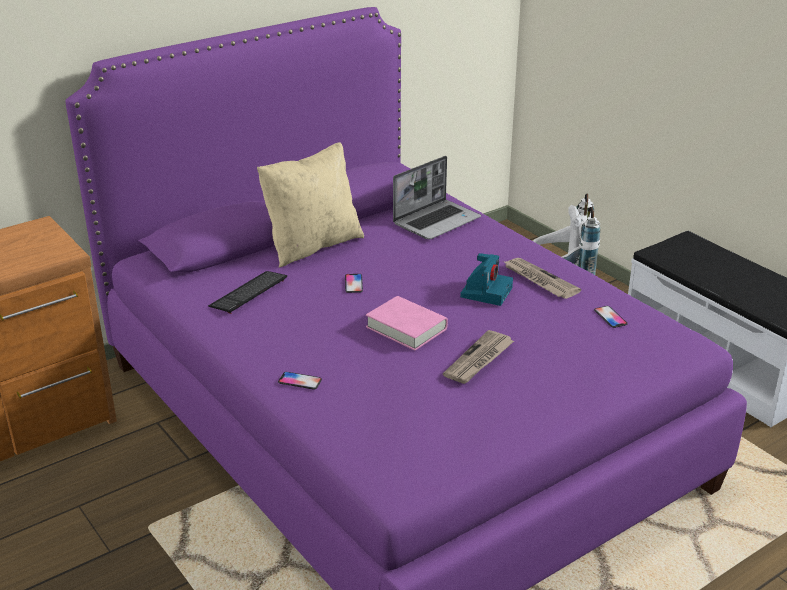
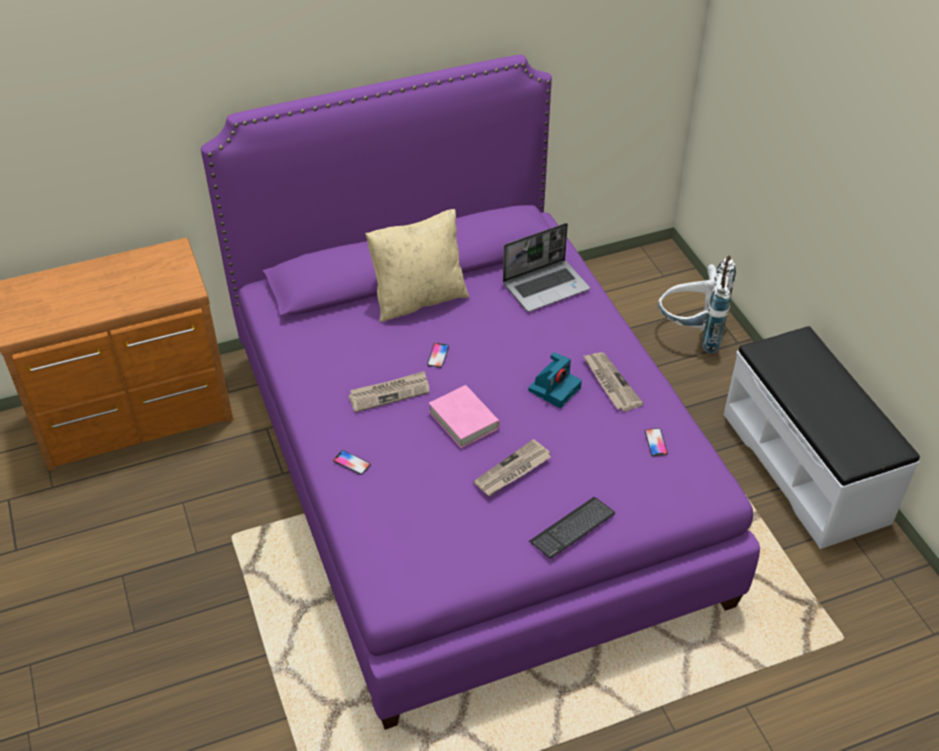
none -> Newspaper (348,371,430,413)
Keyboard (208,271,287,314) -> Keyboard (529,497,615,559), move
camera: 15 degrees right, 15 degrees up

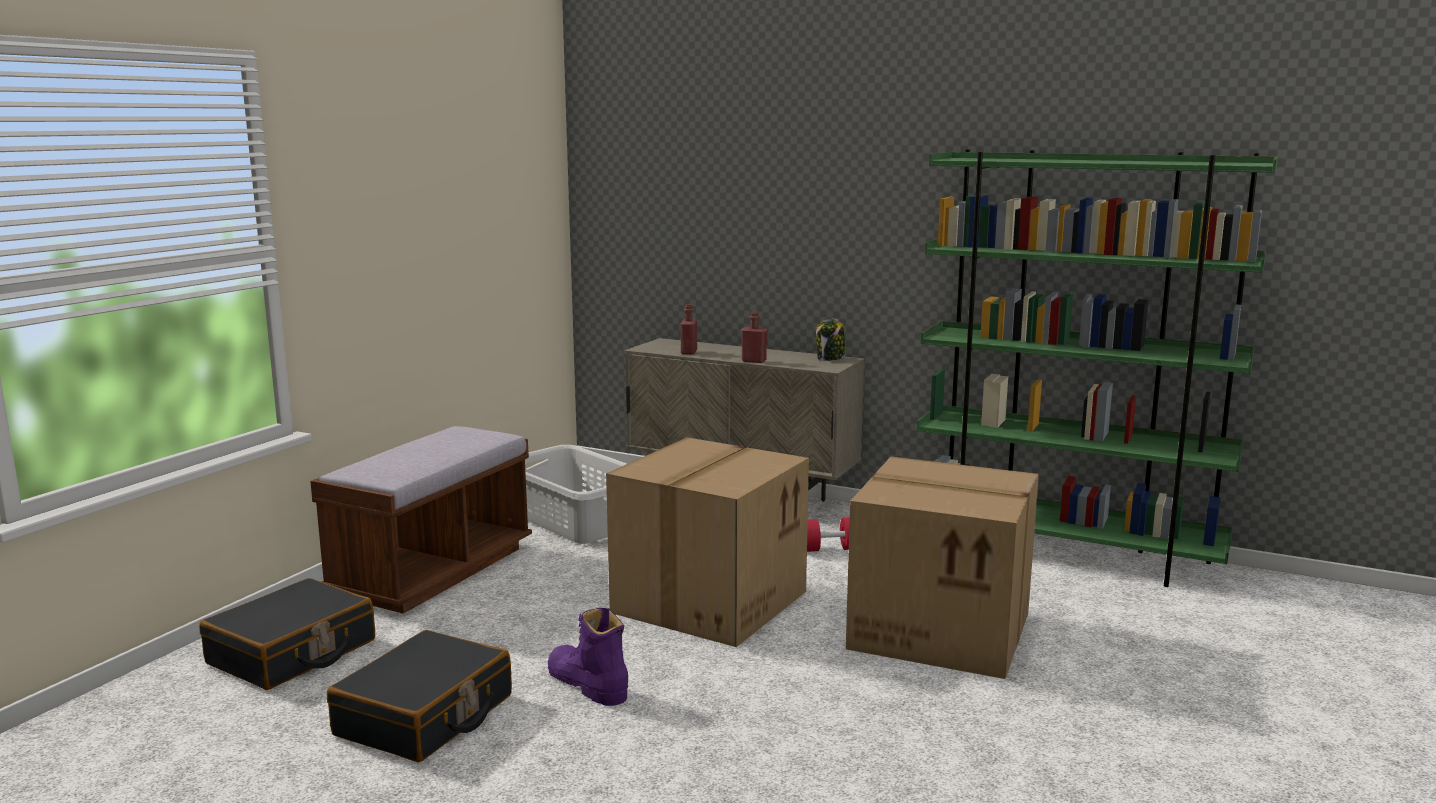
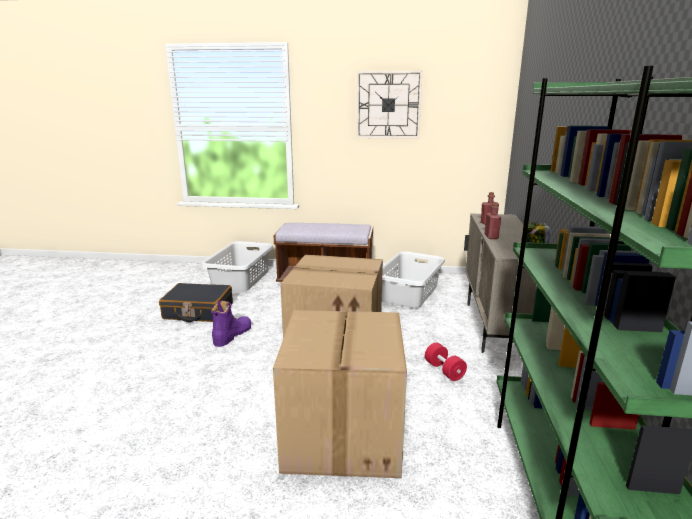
BlackSuitcase (199,578,375,690) -> GreyLaundryBasket (201,241,273,292)
none -> WallClock (356,71,423,139)
camera: 70 degrees right, 5 degrees up

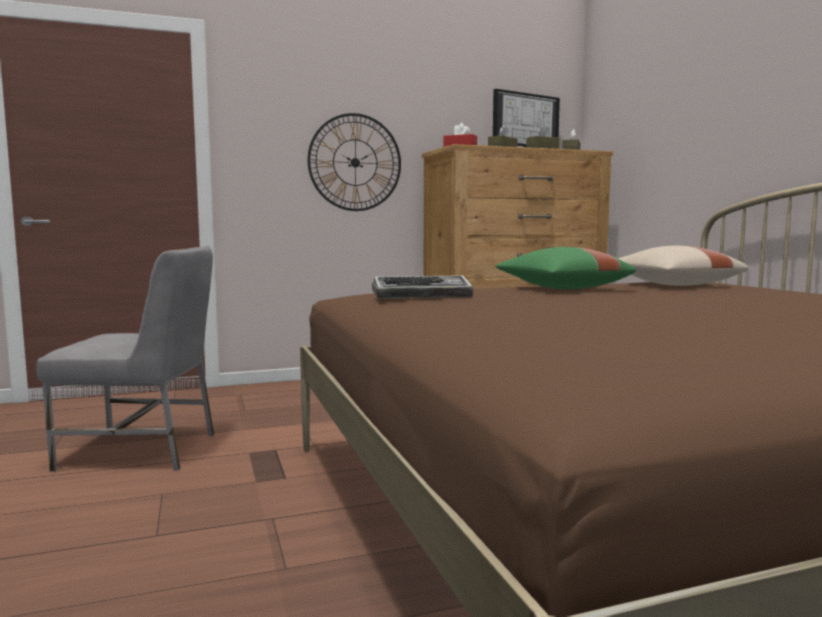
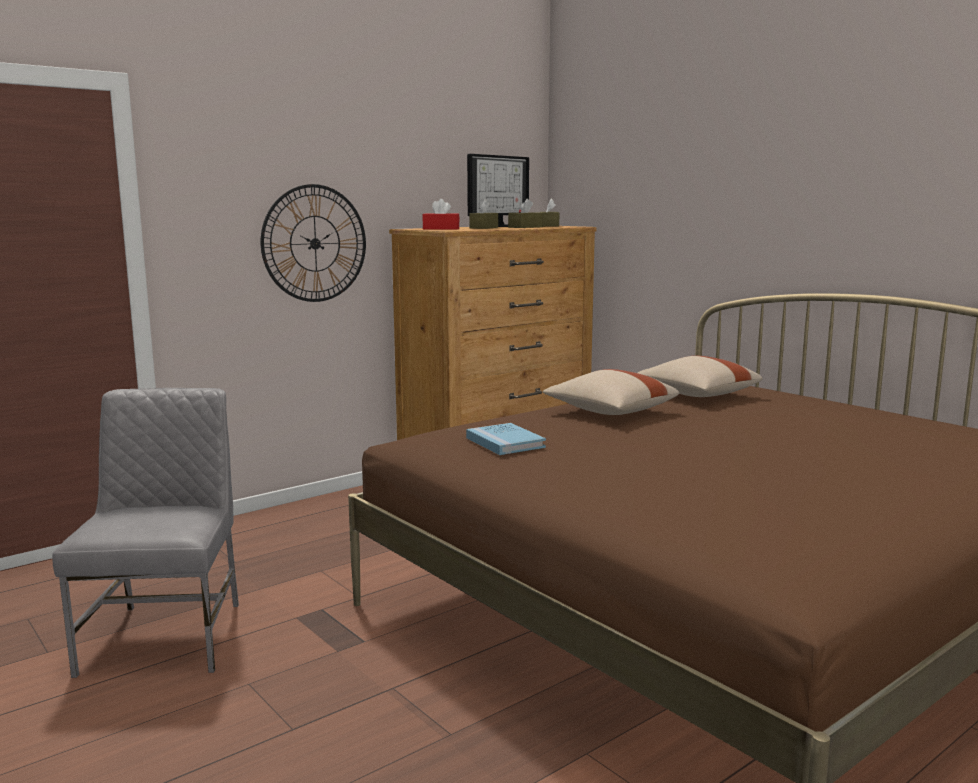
GreyChair (36,245,214,472) -> GreyChair (52,388,239,678), 75 degrees counterclockwise
Keyboard (372,275,473,299) -> BlueBook (466,423,546,455)
GreenPillow (495,247,636,289) -> BeigePillow (543,369,679,415)
camera: 20 degrees left, 5 degrees up

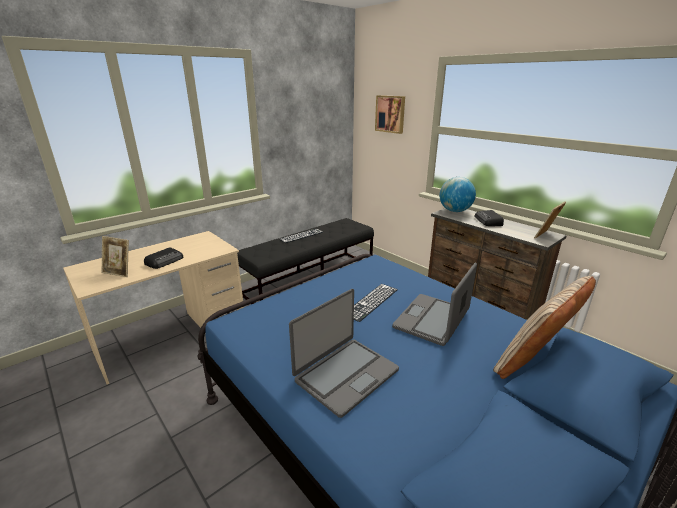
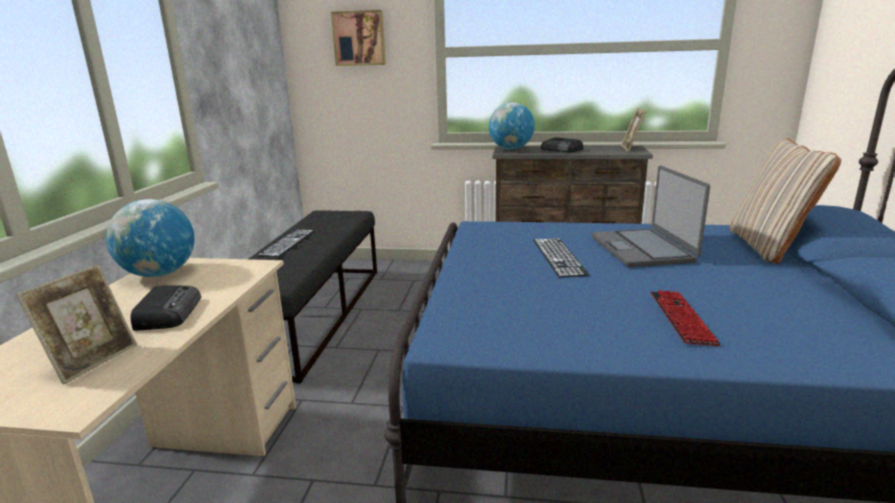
PictureFrame (101,236,129,277) -> PictureFrame (16,264,137,384), 45 degrees counterclockwise
none -> Globe (106,199,195,277)
Laptop (289,289,399,418) -> Keyboard (650,290,721,346)
camera: 40 degrees left, 5 degrees down

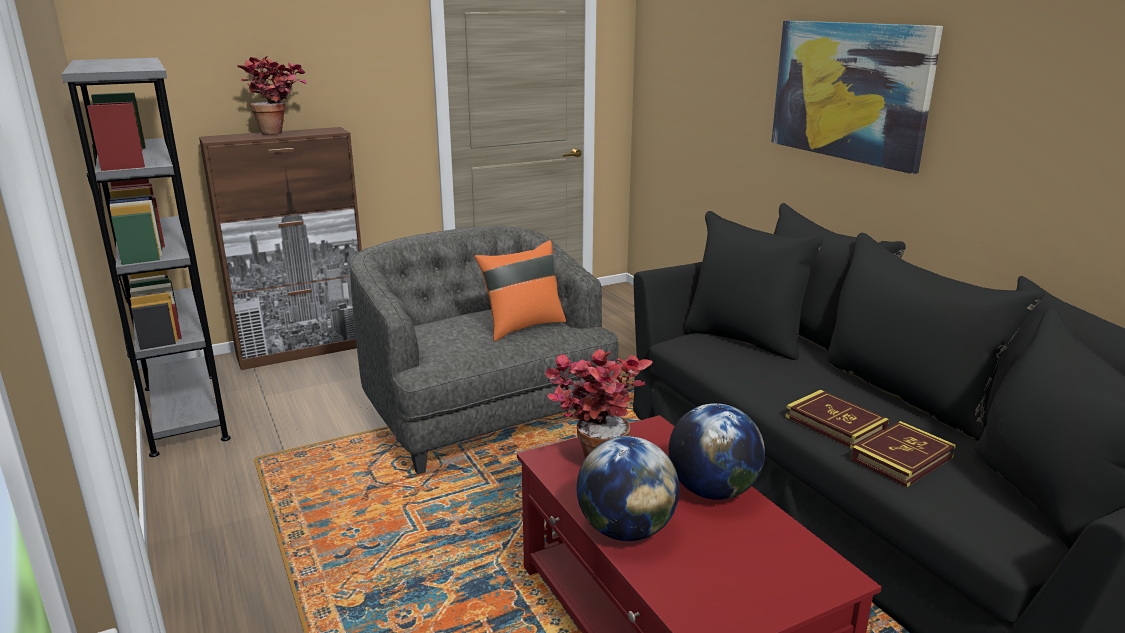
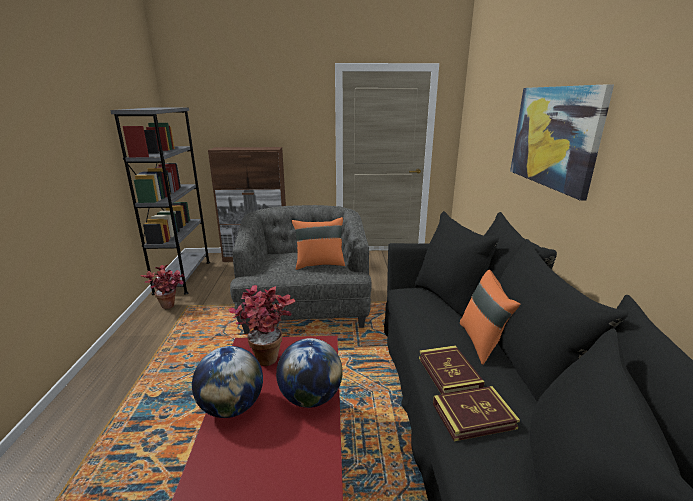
PottedPlant (237,56,307,135) -> PottedPlant (141,265,185,309), move
none -> OrangePillow (460,270,520,365)
camera: 25 degrees right, 0 degrees up

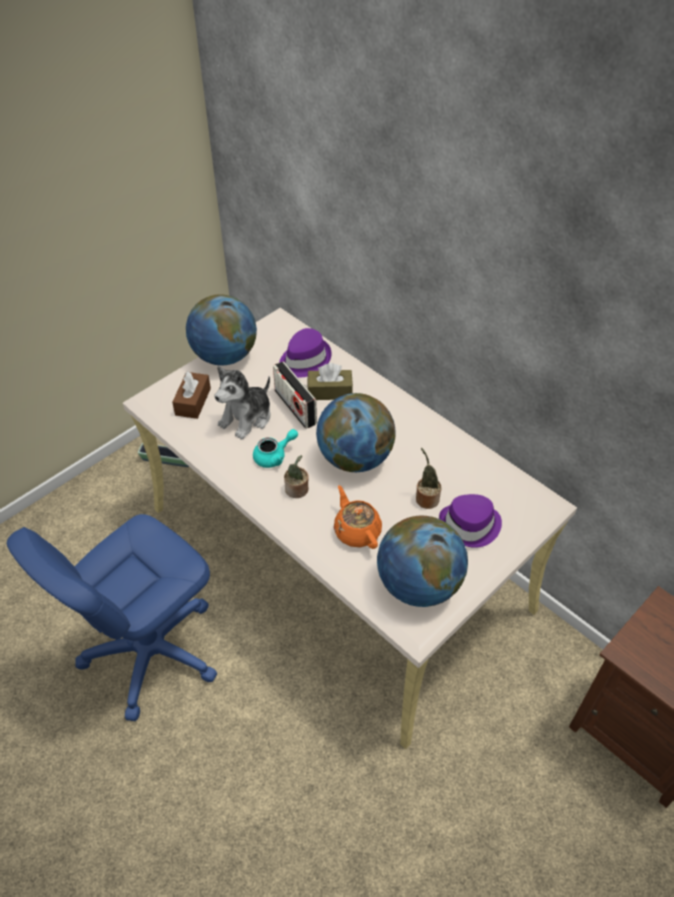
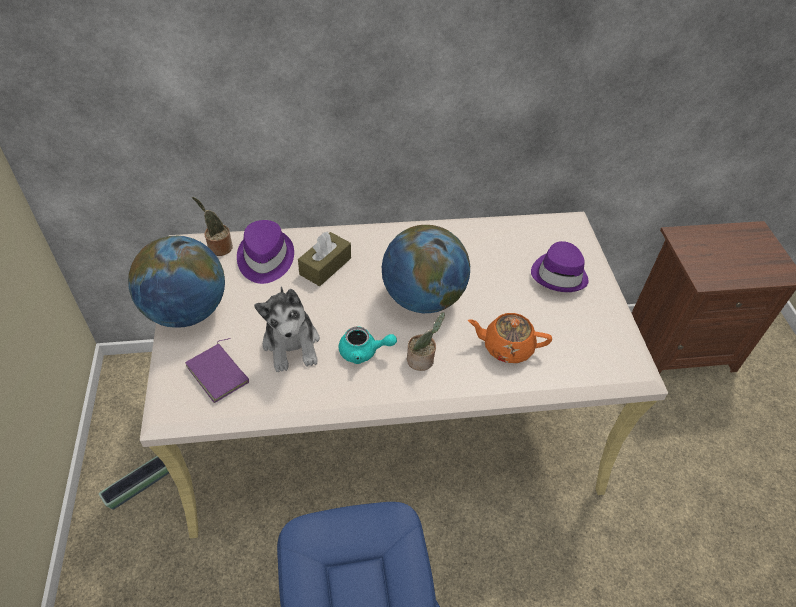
BrownTissueBox (172,371,211,419) -> PurpleBook (185,338,249,403)
PottedPlant (416,448,442,509) -> PottedPlant (192,197,233,256), move
TurquoiseTeapot (253,429,298,468) -> TurquoiseTeapot (339,327,397,364), 90 degrees clockwise
Radio (273,361,317,429) -> none
Globe (377,516,468,607) -> none
camera: 55 degrees left, 0 degrees up

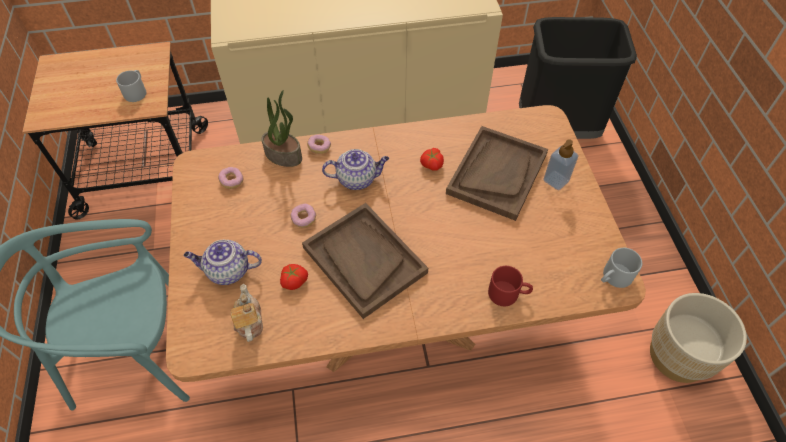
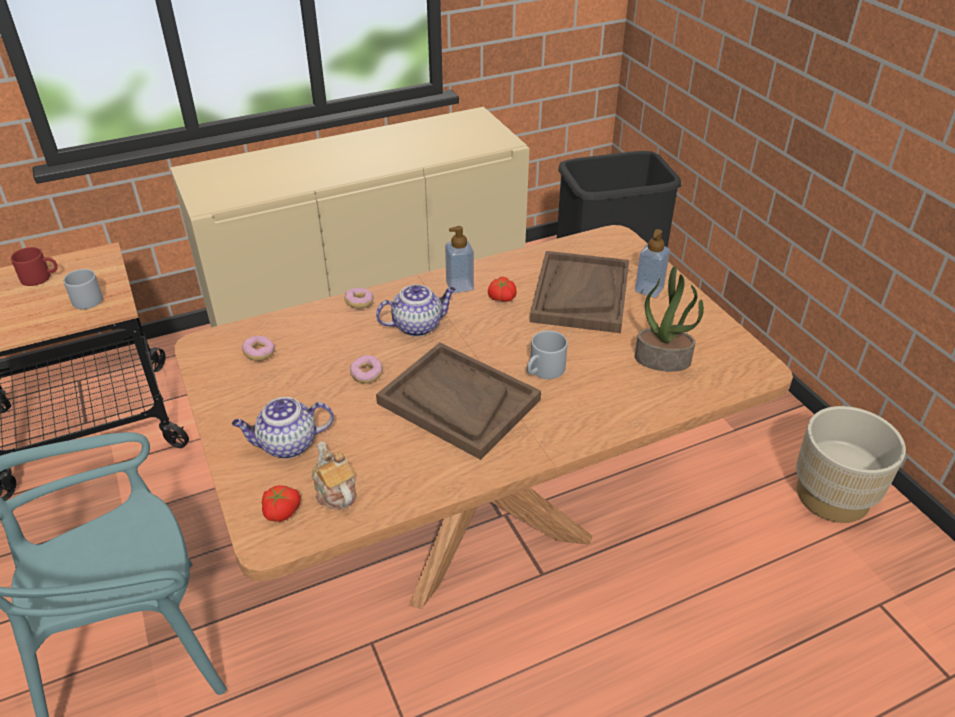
RedMug (488,266,533,306) -> RedMug (11,247,58,286), move
Tomato (280,264,308,290) -> Tomato (262,485,301,522), move
none -> SoapDispenser (445,226,474,293)
GreyMug (601,248,642,288) -> GreyMug (527,331,568,379), move
PottedPlant (261,90,302,167) -> PottedPlant (635,266,704,372), move
camera: 15 degrees left, 15 degrees down

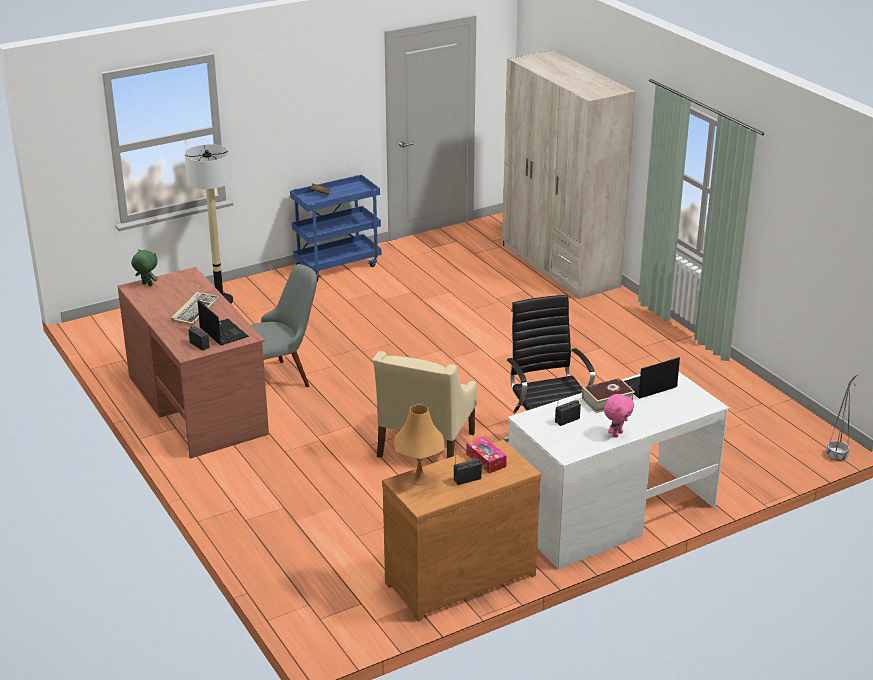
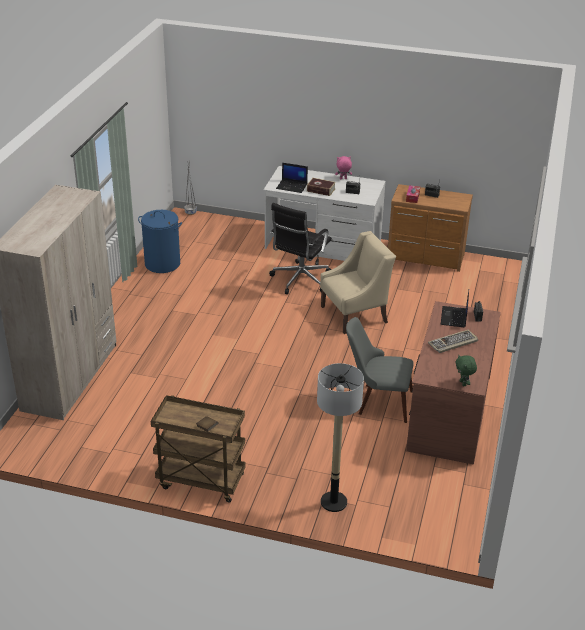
none -> BlueLaundryBasket (138,210,182,273)
BlueCart (290,175,381,281) -> BrownCart (151,395,246,503)
OrangeTableLamp (394,404,444,486) -> none
camera: 135 degrees left, 5 degrees up

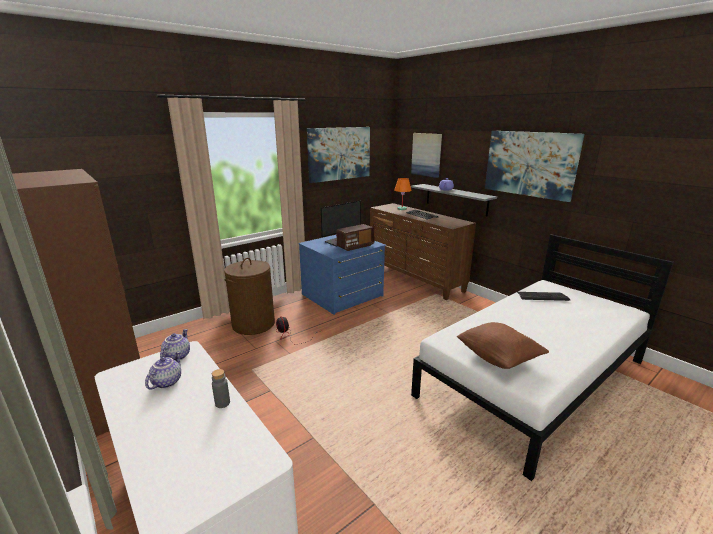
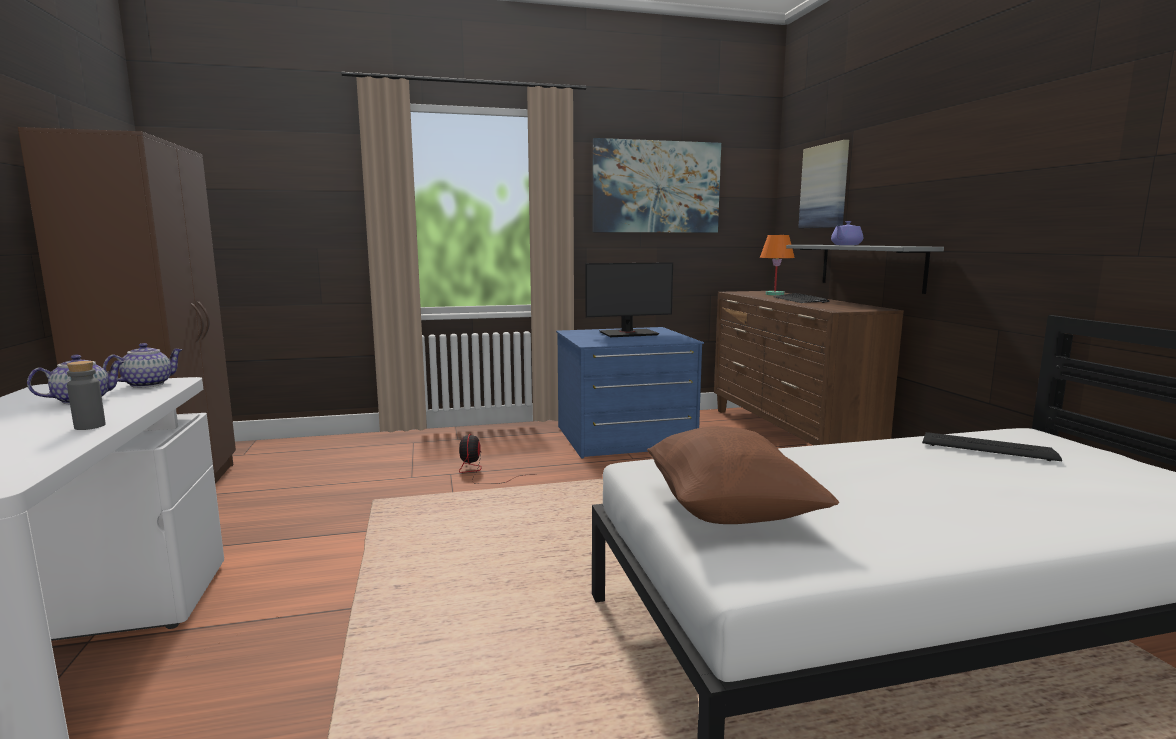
BrownLaundryBasket (224,258,275,335) -> none
Radio (336,224,375,251) -> none
Picture (485,131,584,202) -> none
camera: 25 degrees right, 10 degrees down

